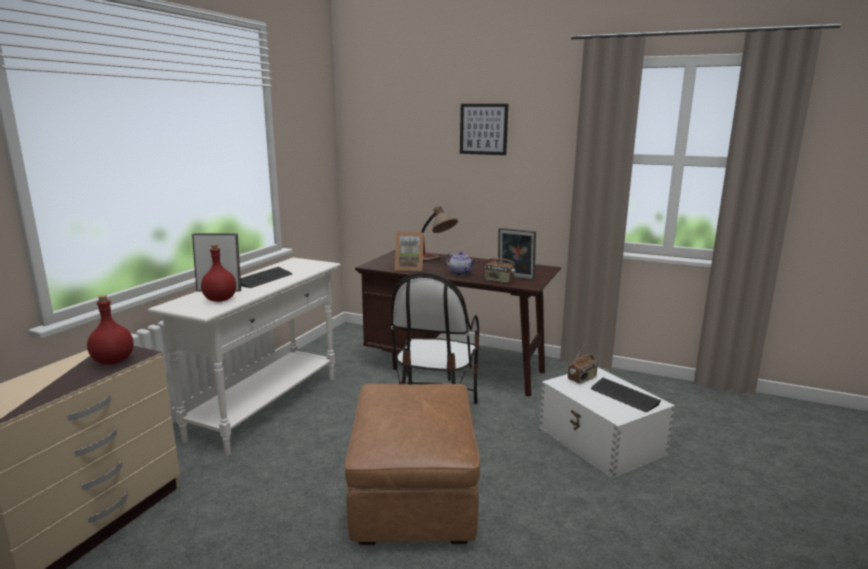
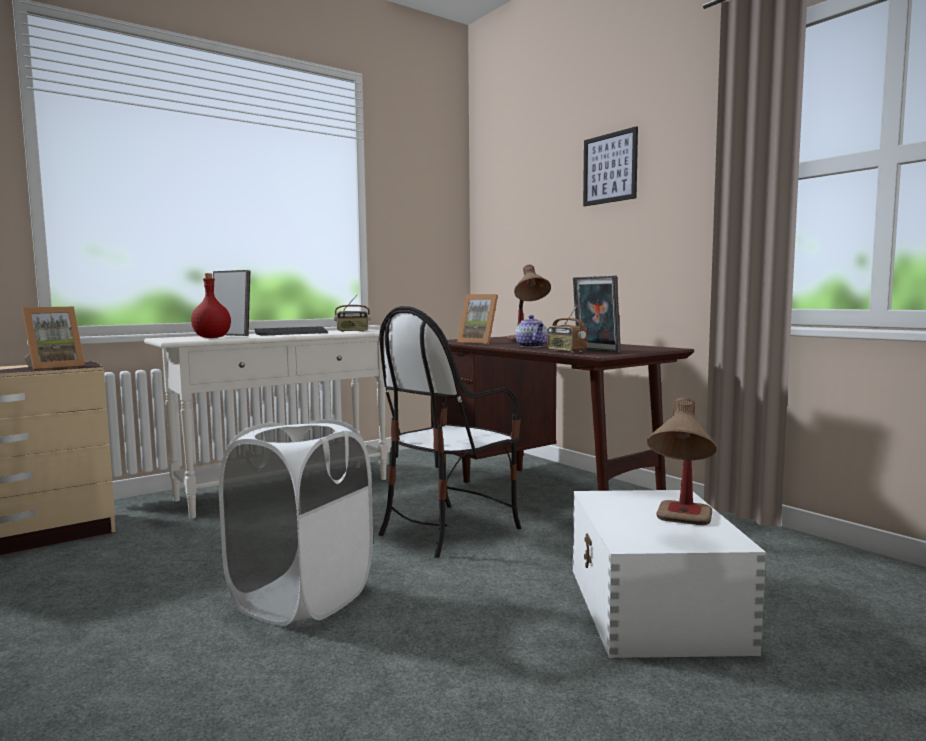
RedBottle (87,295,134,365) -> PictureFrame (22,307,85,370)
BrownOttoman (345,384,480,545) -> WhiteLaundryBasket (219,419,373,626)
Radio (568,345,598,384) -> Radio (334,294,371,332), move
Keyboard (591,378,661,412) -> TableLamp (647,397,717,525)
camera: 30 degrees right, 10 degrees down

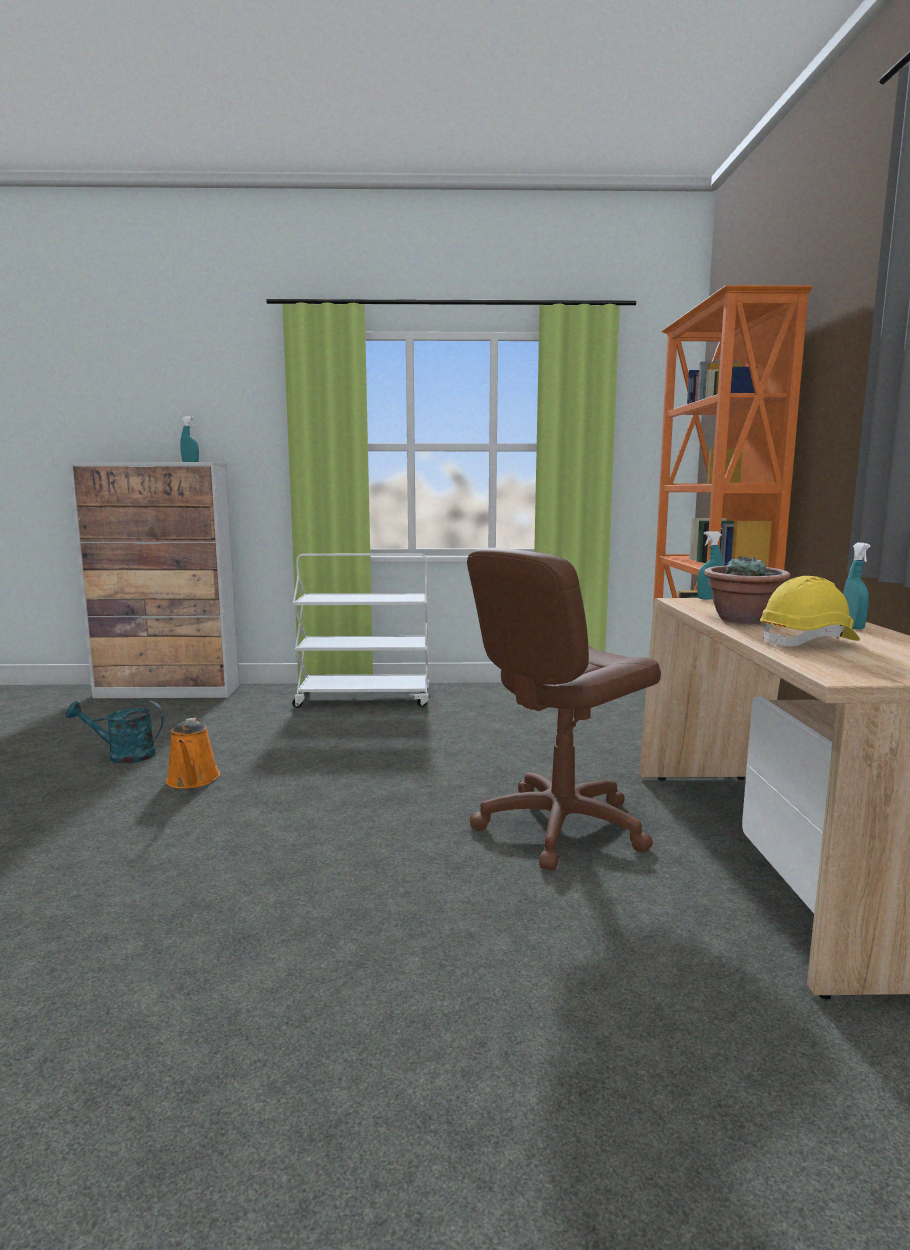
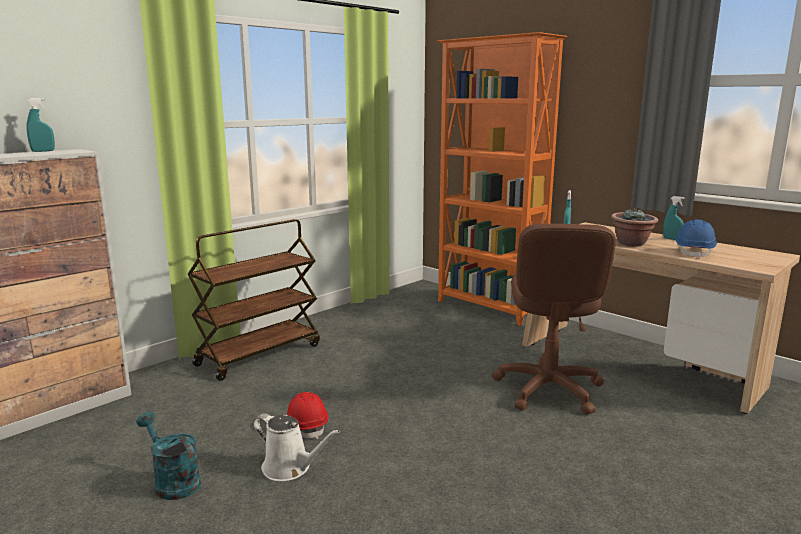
TurquoiseWateringCan (65,700,164,763) -> TurquoiseWateringCan (136,412,201,500), 90 degrees clockwise
WhiteCart (292,553,430,708) -> BrownCart (188,219,320,381)
OrangeWateringCan (166,718,220,789) -> WhiteWateringCan (253,413,340,481)
none -> RedHardHat (287,392,328,439)
YellowHardHat (760,576,860,648) -> BlueHardHat (675,219,717,259)
camera: 45 degrees left, 5 degrees up

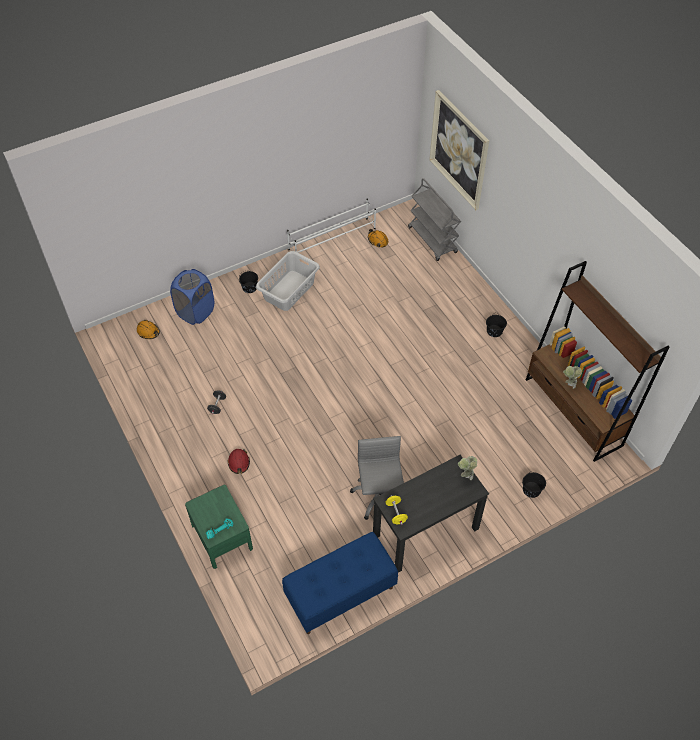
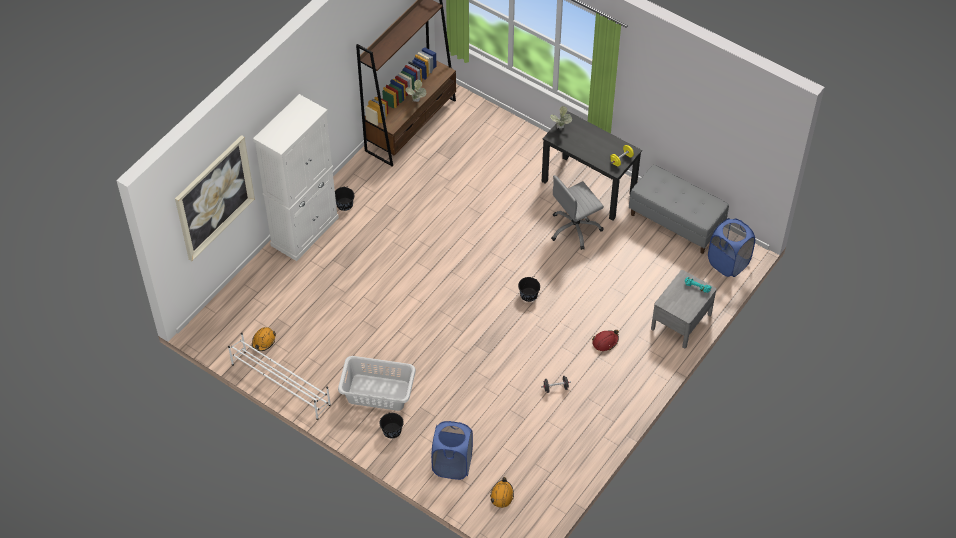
none -> WhiteCabinet (253,94,339,261)
BlackBucket (522,472,546,498) -> BlackBucket (518,276,540,302), move
BlueBench (282,532,398,634) -> GreyBench (629,164,729,254)
GreenNightstand (185,485,253,569) -> GreyNightstand (651,270,716,348)
none -> BlueLaundryBasket (708,218,755,277)
GreyCart (408,178,461,261) -> none
camera: 115 degrees left, 0 degrees up

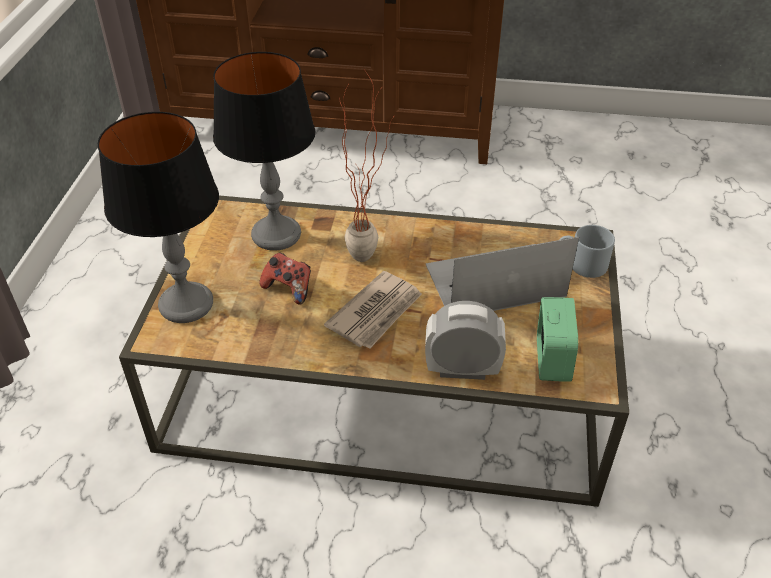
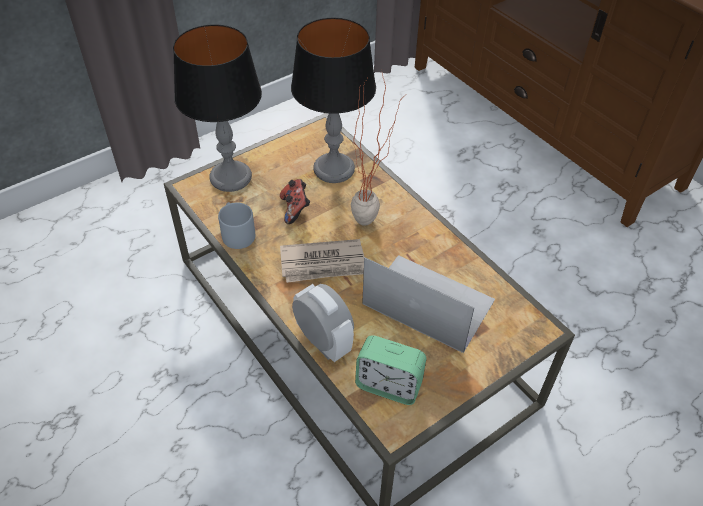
GreyMug (559,225,615,278) -> GreyMug (218,202,255,249), move
AlarmClock (537,297,578,382) -> AlarmClock (355,335,426,405), 60 degrees clockwise
camera: 45 degrees right, 5 degrees up

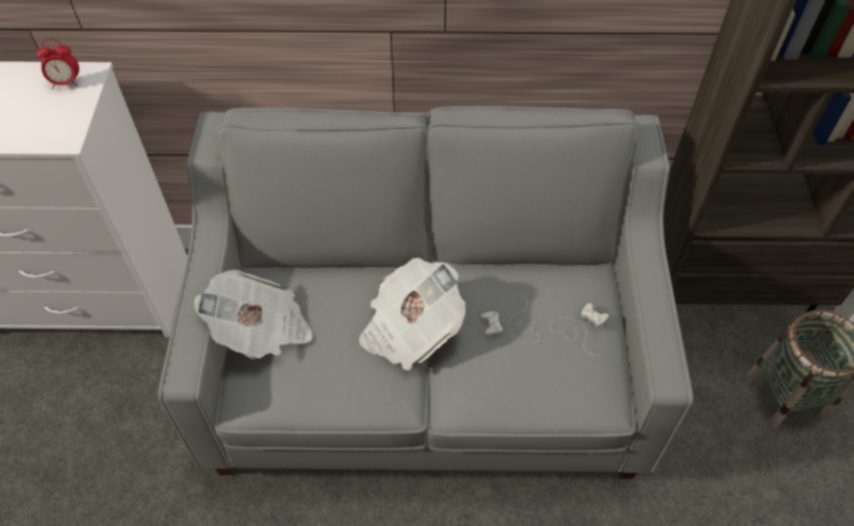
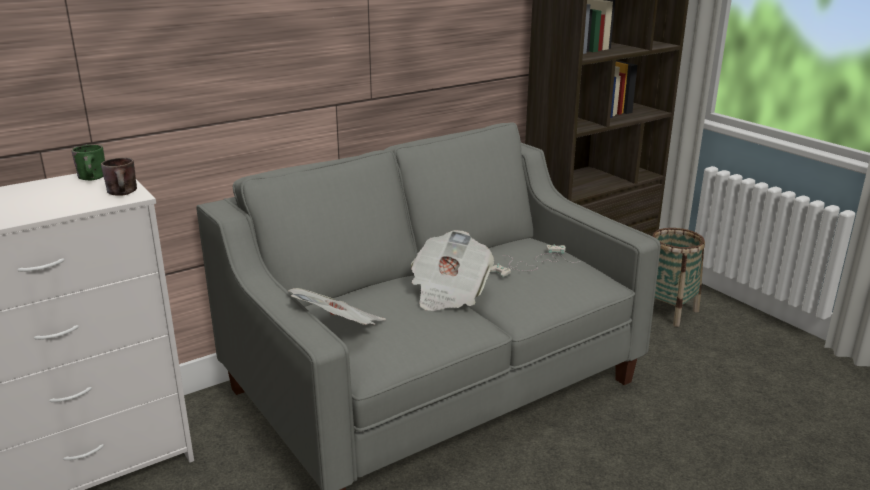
AlarmClock (37,39,79,89) -> GreenMug (72,145,105,180)
none -> BrownMug (101,158,137,196)
camera: 35 degrees left, 30 degrees down

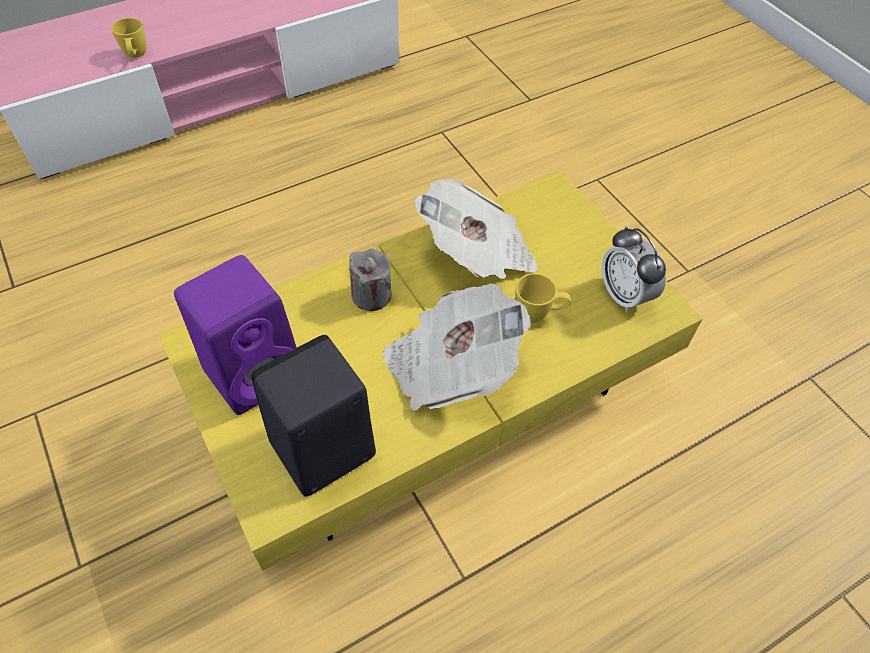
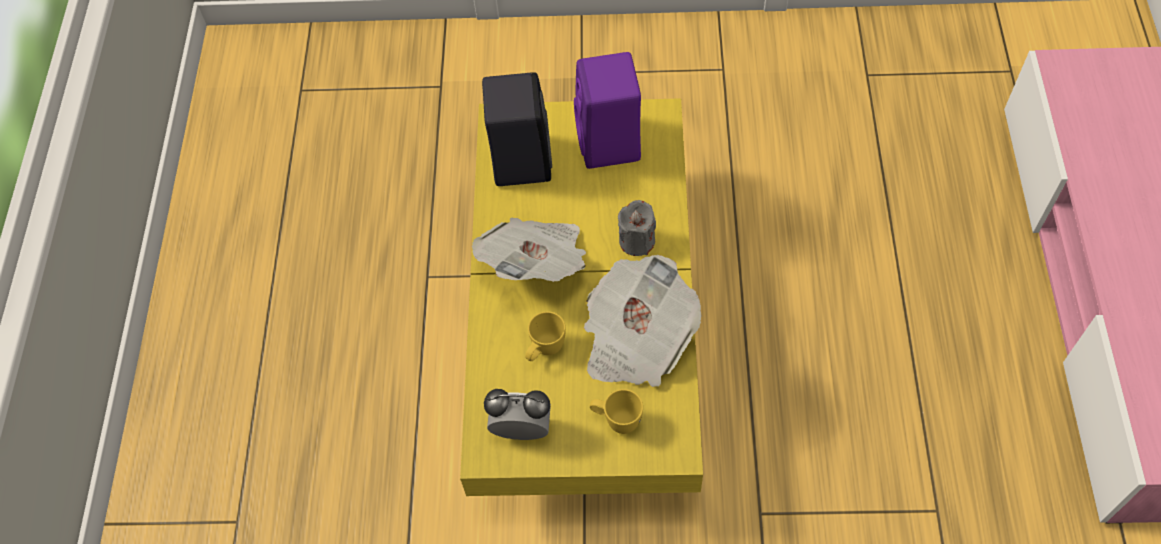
YellowMug (111,18,147,58) -> YellowMug (590,389,643,434), move
camera: 125 degrees right, 5 degrees up

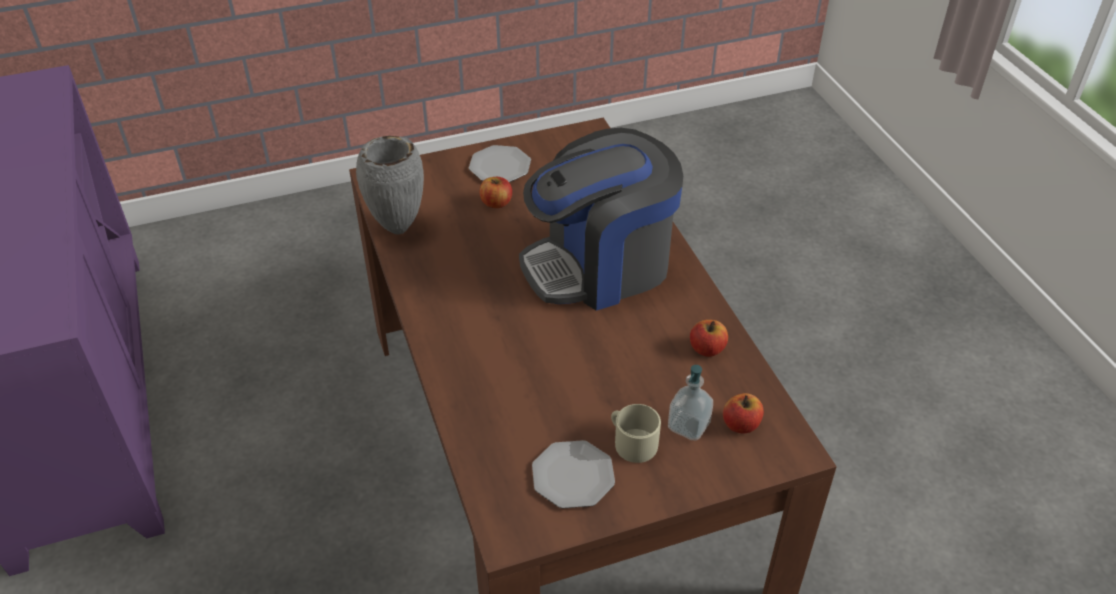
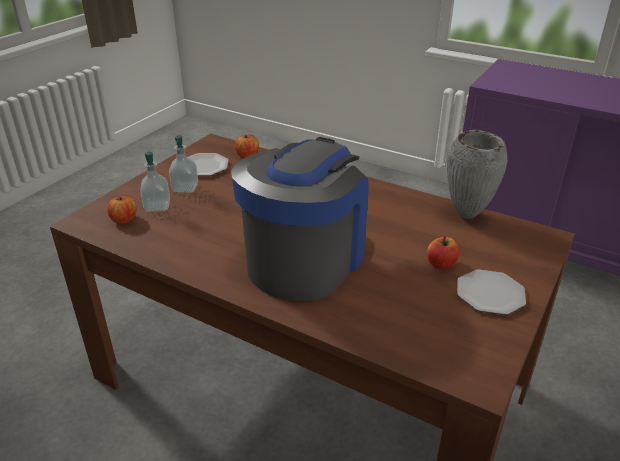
BeigeMug (611,404,661,463) -> SoapDispenser (169,135,198,193)
Apple (690,320,728,357) -> Apple (235,135,259,158), move
camera: 140 degrees right, 10 degrees down

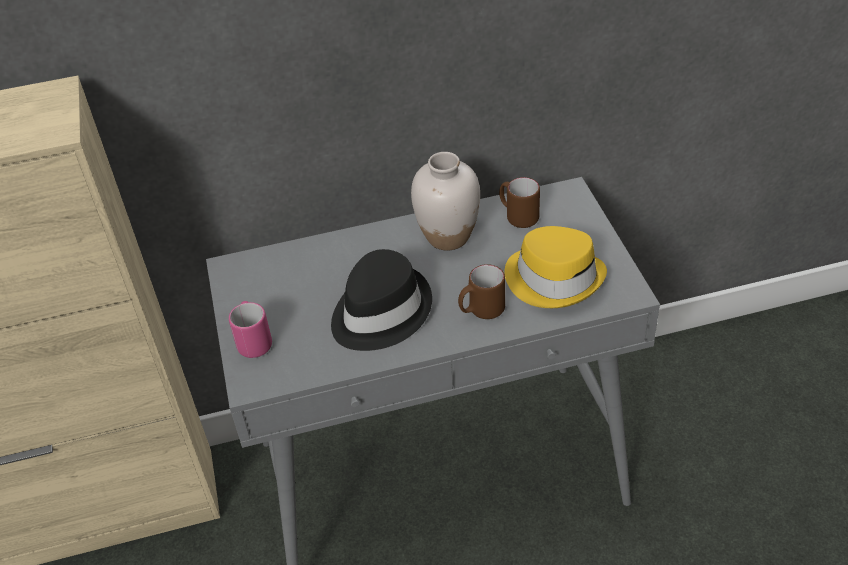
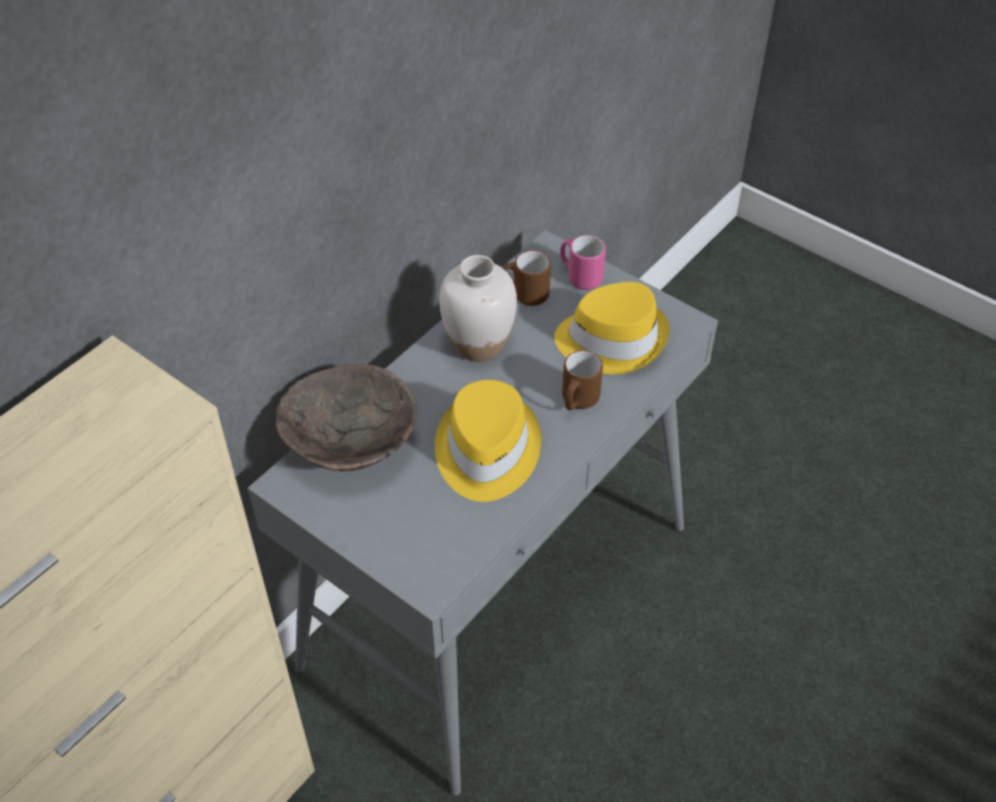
none -> BrownBowl (275,364,417,471)
BlackHat (331,249,432,351) -> YellowHat (435,380,541,502)
PinkMug (229,301,272,358) -> PinkMug (560,235,606,290), move
camera: 40 degrees left, 5 degrees up

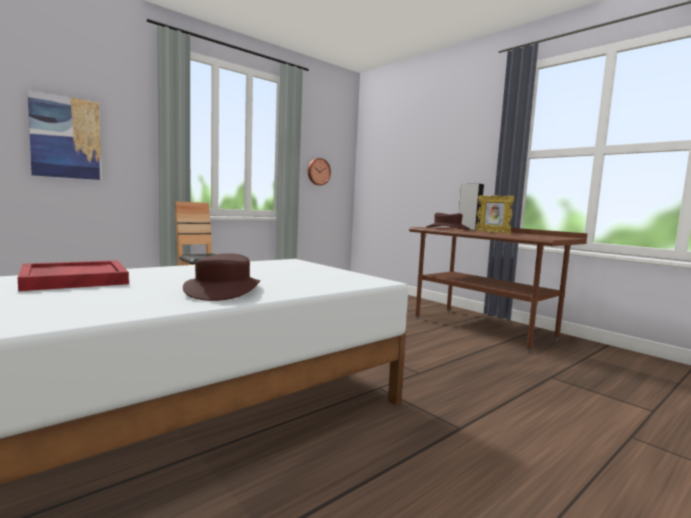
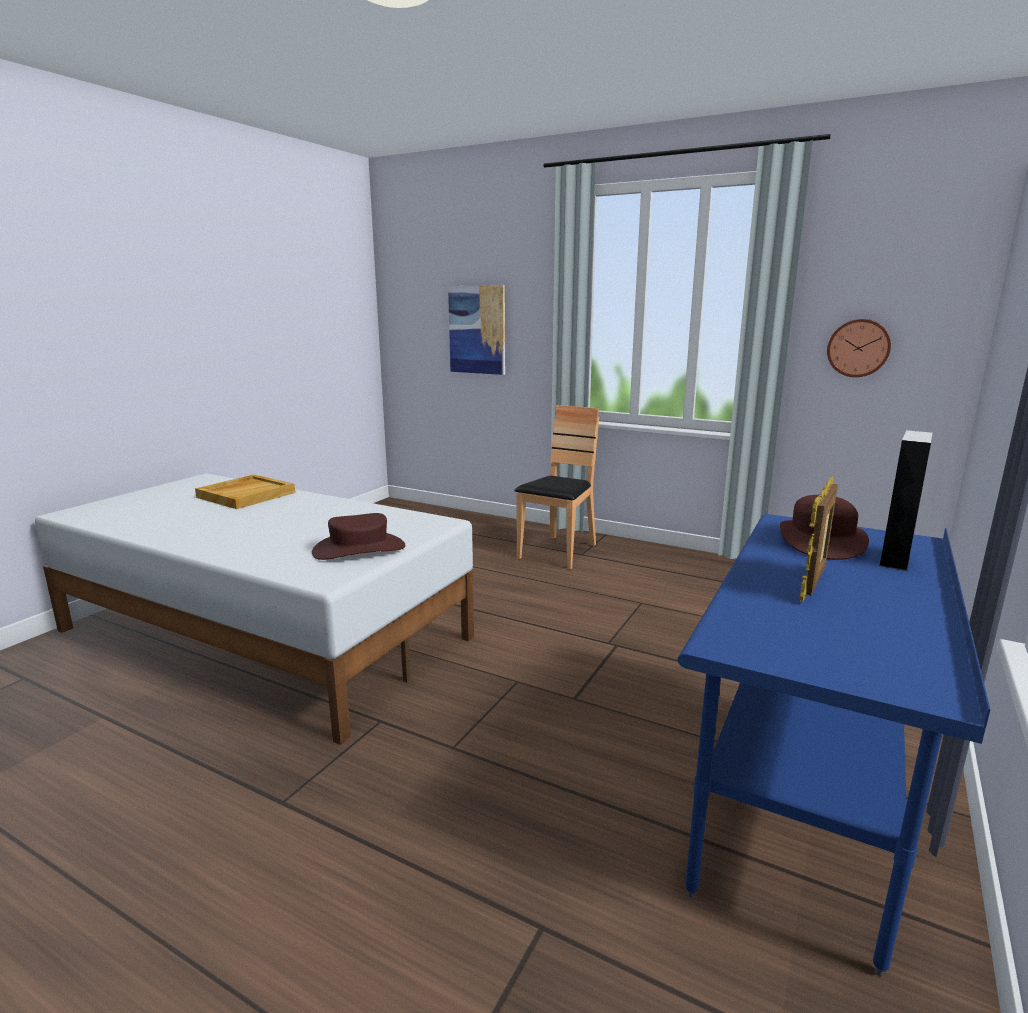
RedTray (18,260,129,291) -> BeigeTray (195,474,295,509)
BrownHat (183,253,260,301) -> BrownHat (312,513,405,560), move
BrownDesk (409,227,588,353) -> BlueDesk (678,514,990,976)
camera: 70 degrees right, 10 degrees up

